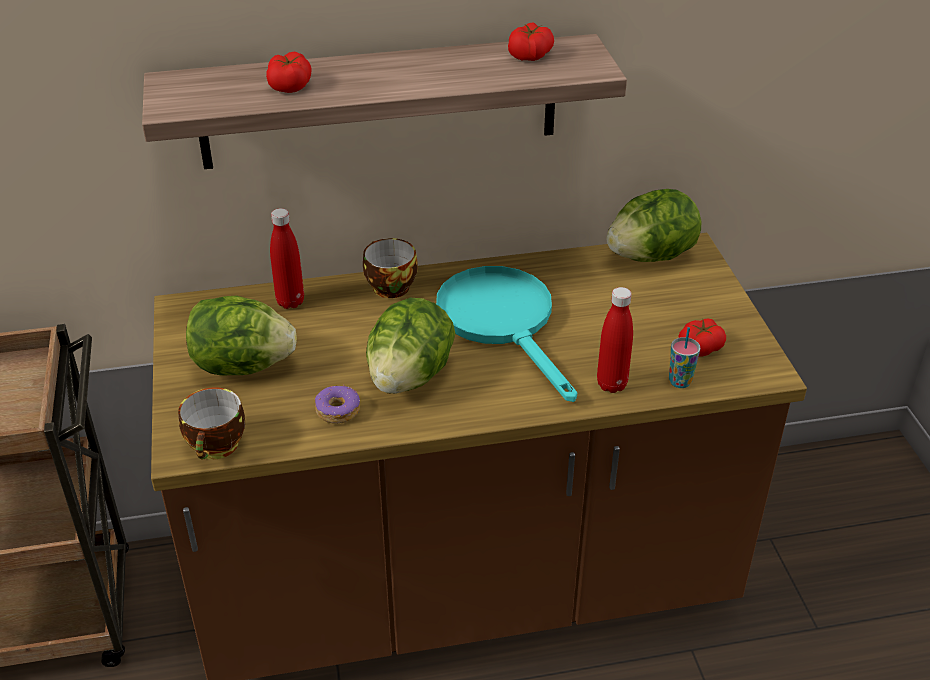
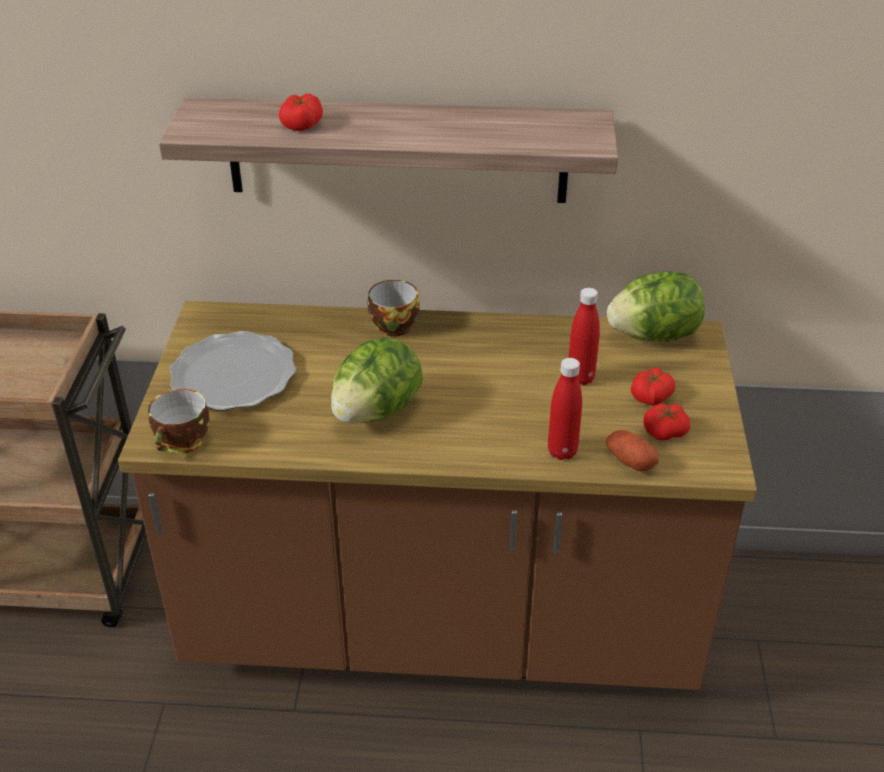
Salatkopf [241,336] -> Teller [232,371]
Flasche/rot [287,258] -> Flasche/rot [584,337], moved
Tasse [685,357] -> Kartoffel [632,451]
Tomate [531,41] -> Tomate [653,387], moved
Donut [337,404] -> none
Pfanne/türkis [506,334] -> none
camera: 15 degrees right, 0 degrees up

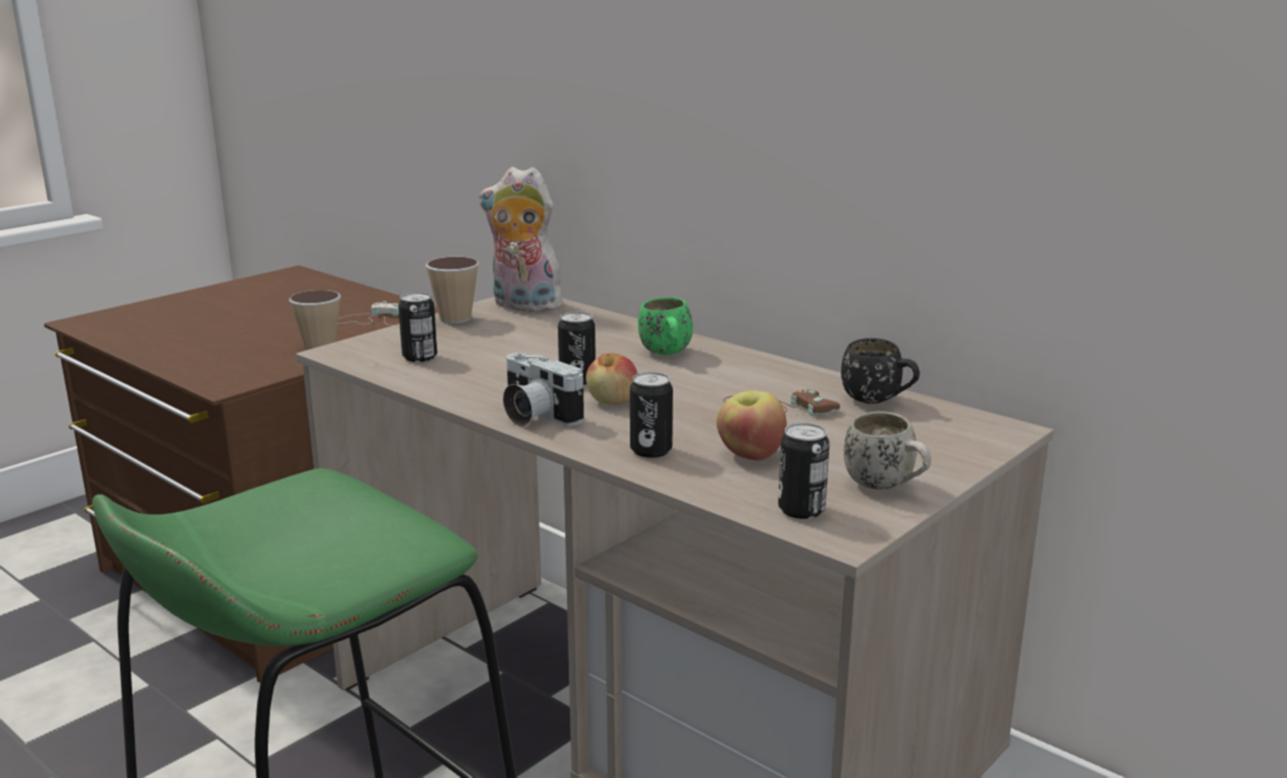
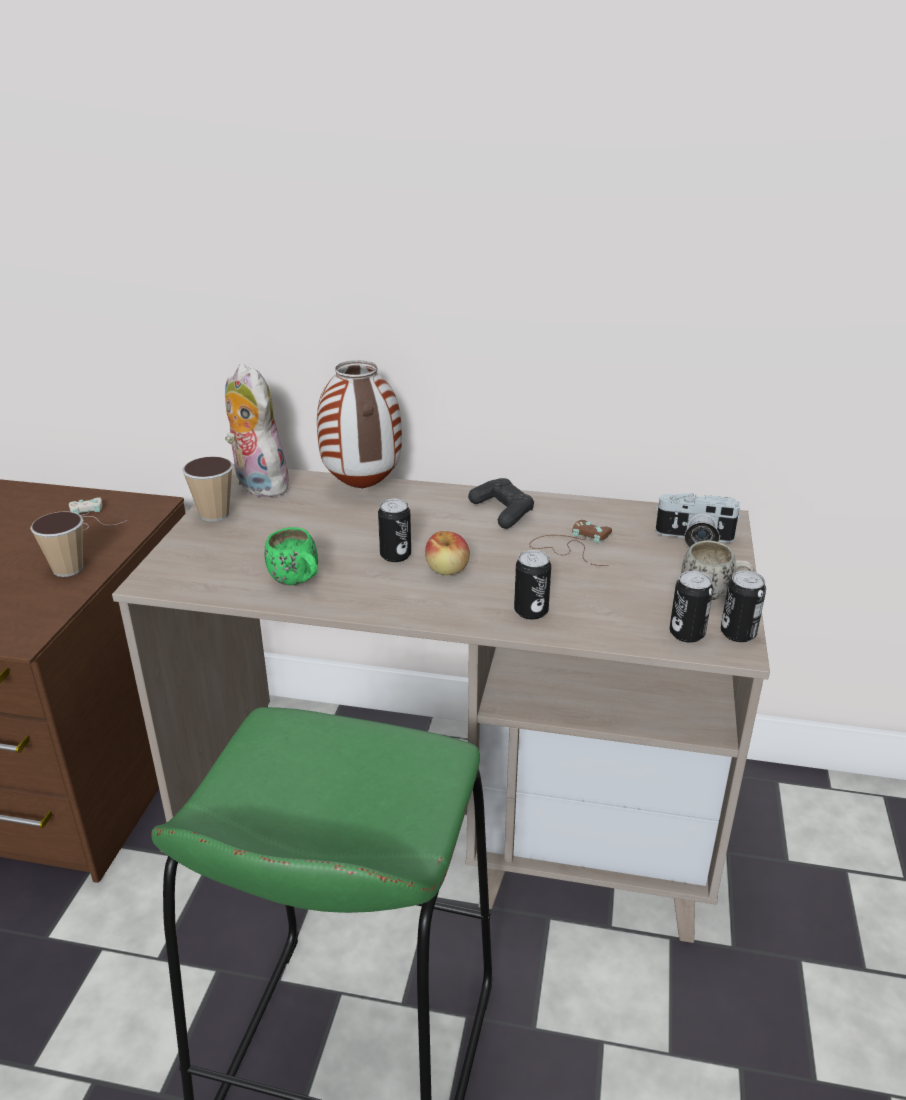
Plüschtier [523,239] -> Plüschtier [259,431], 60 degrees clockwise
Henkelbecher/grün [665,326] -> Henkelbecher/grün [291,556], moved
none -> Vase [359,424]
none -> Gamepad/schwarz [501,503]
Kamera [543,390] -> Kamera [698,520], moved
Dose [417,327] -> Dose [743,606], moved
Apfel [751,425] -> none
Henkelbecher/schwarz [880,371] -> none
camera: 30 degrees left, 10 degrees up

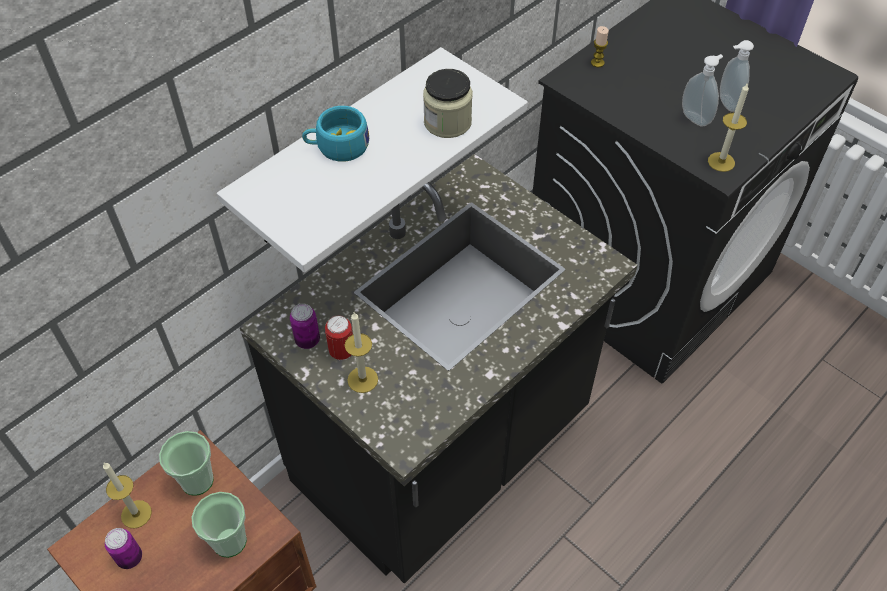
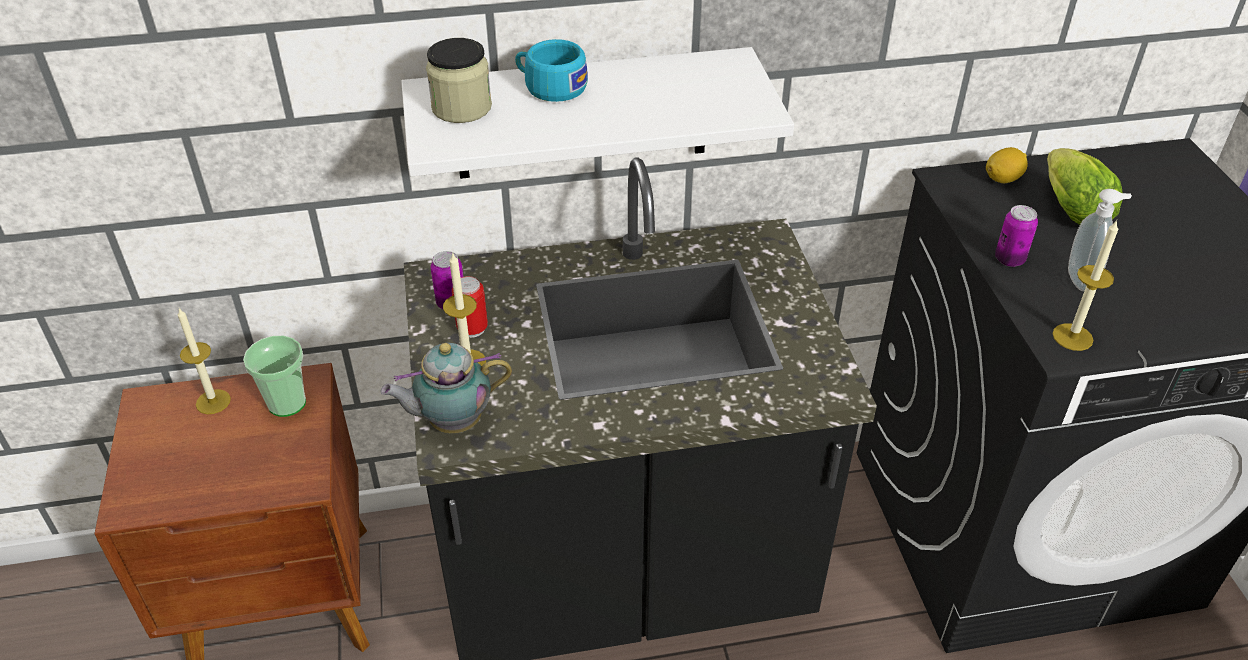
none -> Teekanne [446,388]
Vorratsglas [448,103] -> Vorratsglas [459,80], moved
Kerze [600,46] -> Zitrone [1007,165]
Dose [123,548] -> Dose [1016,236], moved
none -> Salatkopf [1085,186]
Tasse [219,525] -> none
Seifenspender [737,76] -> none
camera: 35 degrees right, 10 degrees down

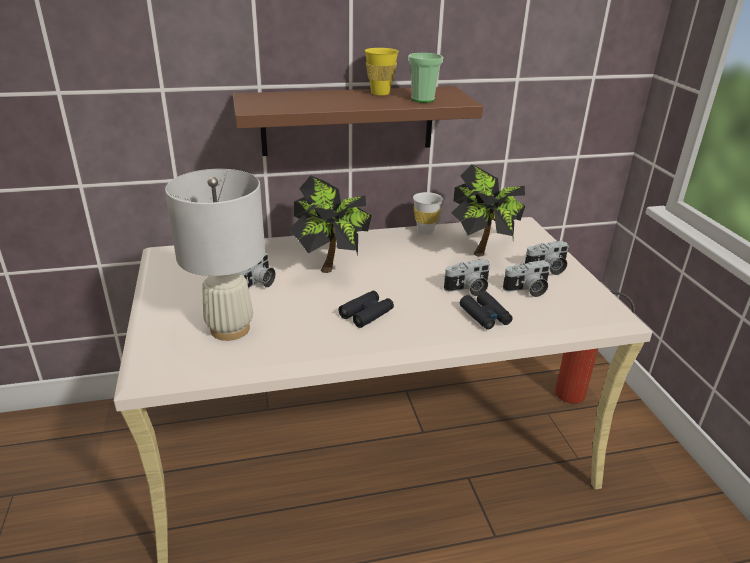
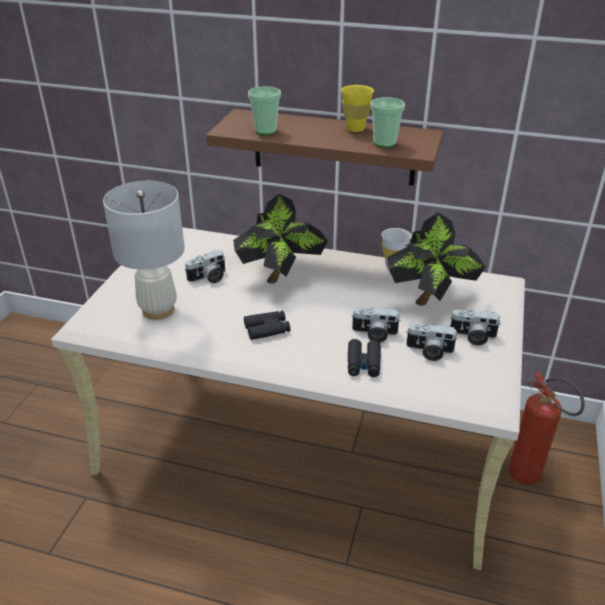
none -> Tasse [264,111]
camera: 30 degrees right, 5 degrees up

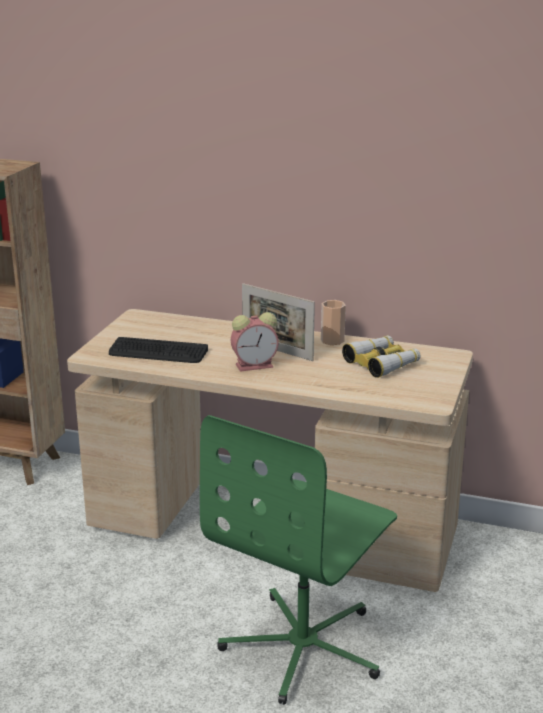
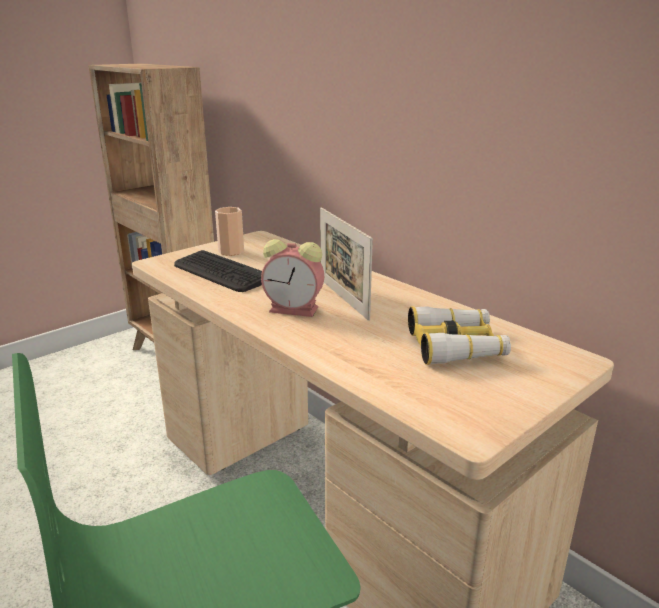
Tasse [333,322] -> Tasse [229,231], moved
camera: 30 degrees right, 0 degrees up

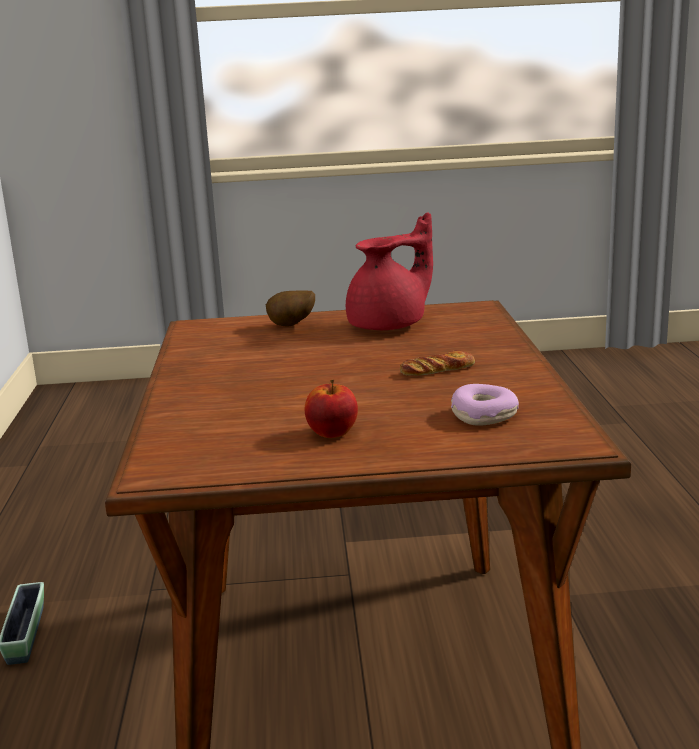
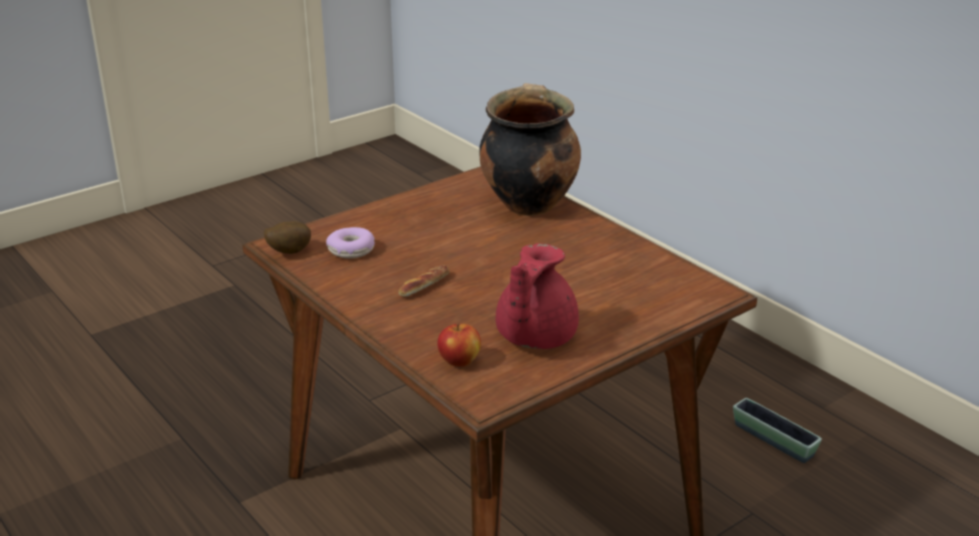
Kartoffel [290,309] -> Kartoffel [287,237], moved
Apfel [331,409] -> Apfel [459,345], moved
none -> Kochtopf [530,149]
camera: 145 degrees right, 10 degrees up

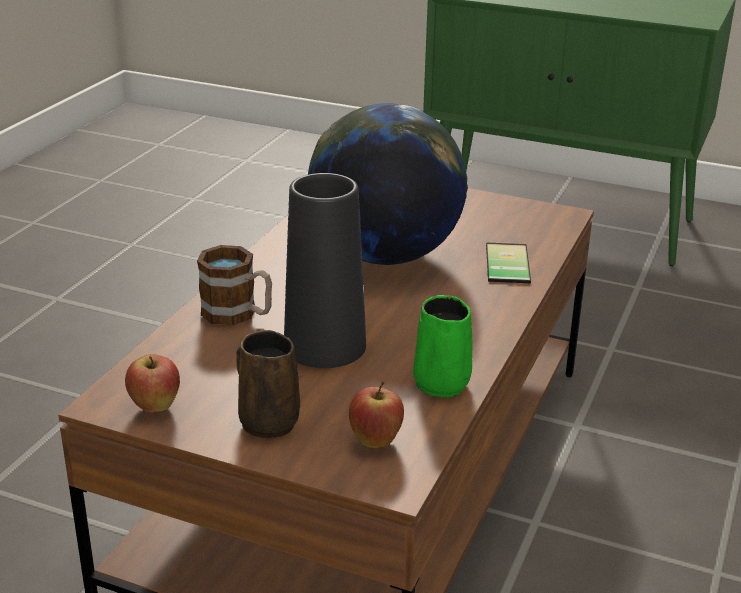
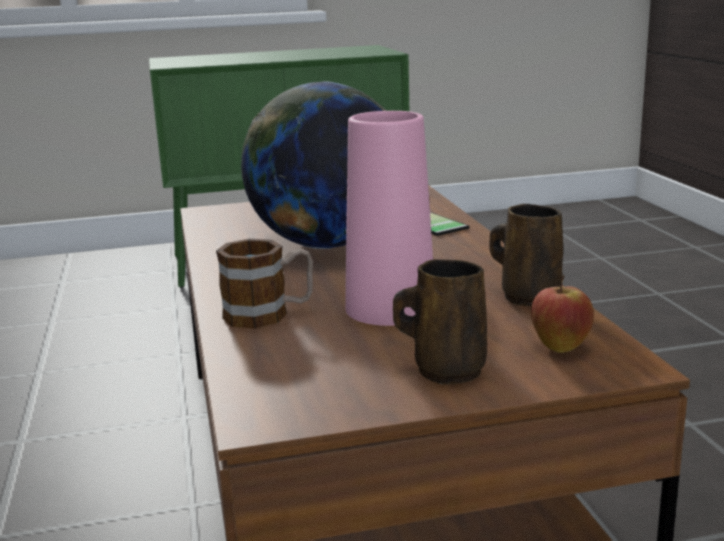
Vase/schwarz [325,270] -> Vase/rosa [389,218]
Henkelbecher/grün [442,346] -> Henkelbecher/braun [526,255]
Apfel [152,383] -> none
camera: 35 degrees left, 10 degrees down

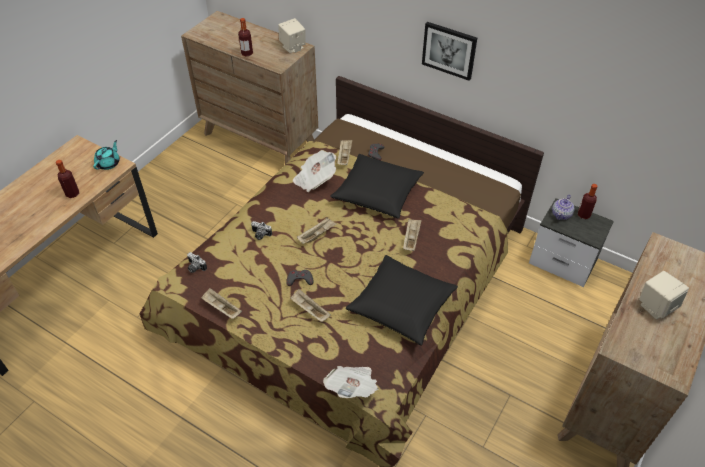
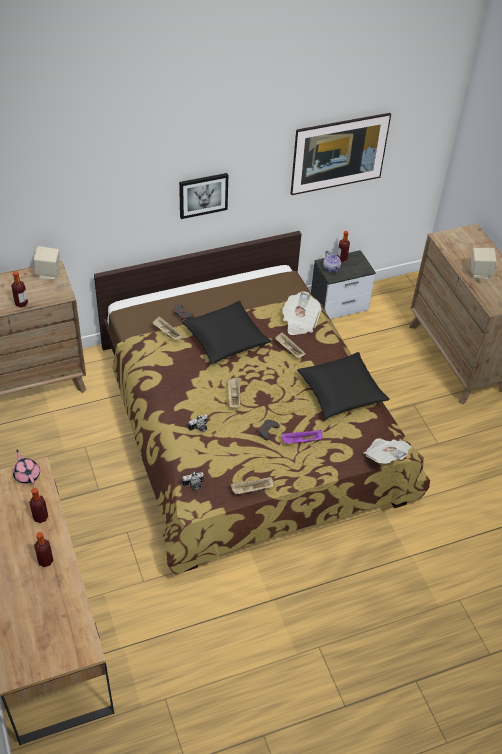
Teekanne/türkis [106,155] -> Teekanne/rosa [26,467]
none -> Flasche [44,549]
Tablett/beige [310,305] -> Tablett/lila [302,437]
Zeitung [315,171] -> Zeitung [302,313], moved
none -> Bild [341,154]
camera: 55 degrees left, 0 degrees up

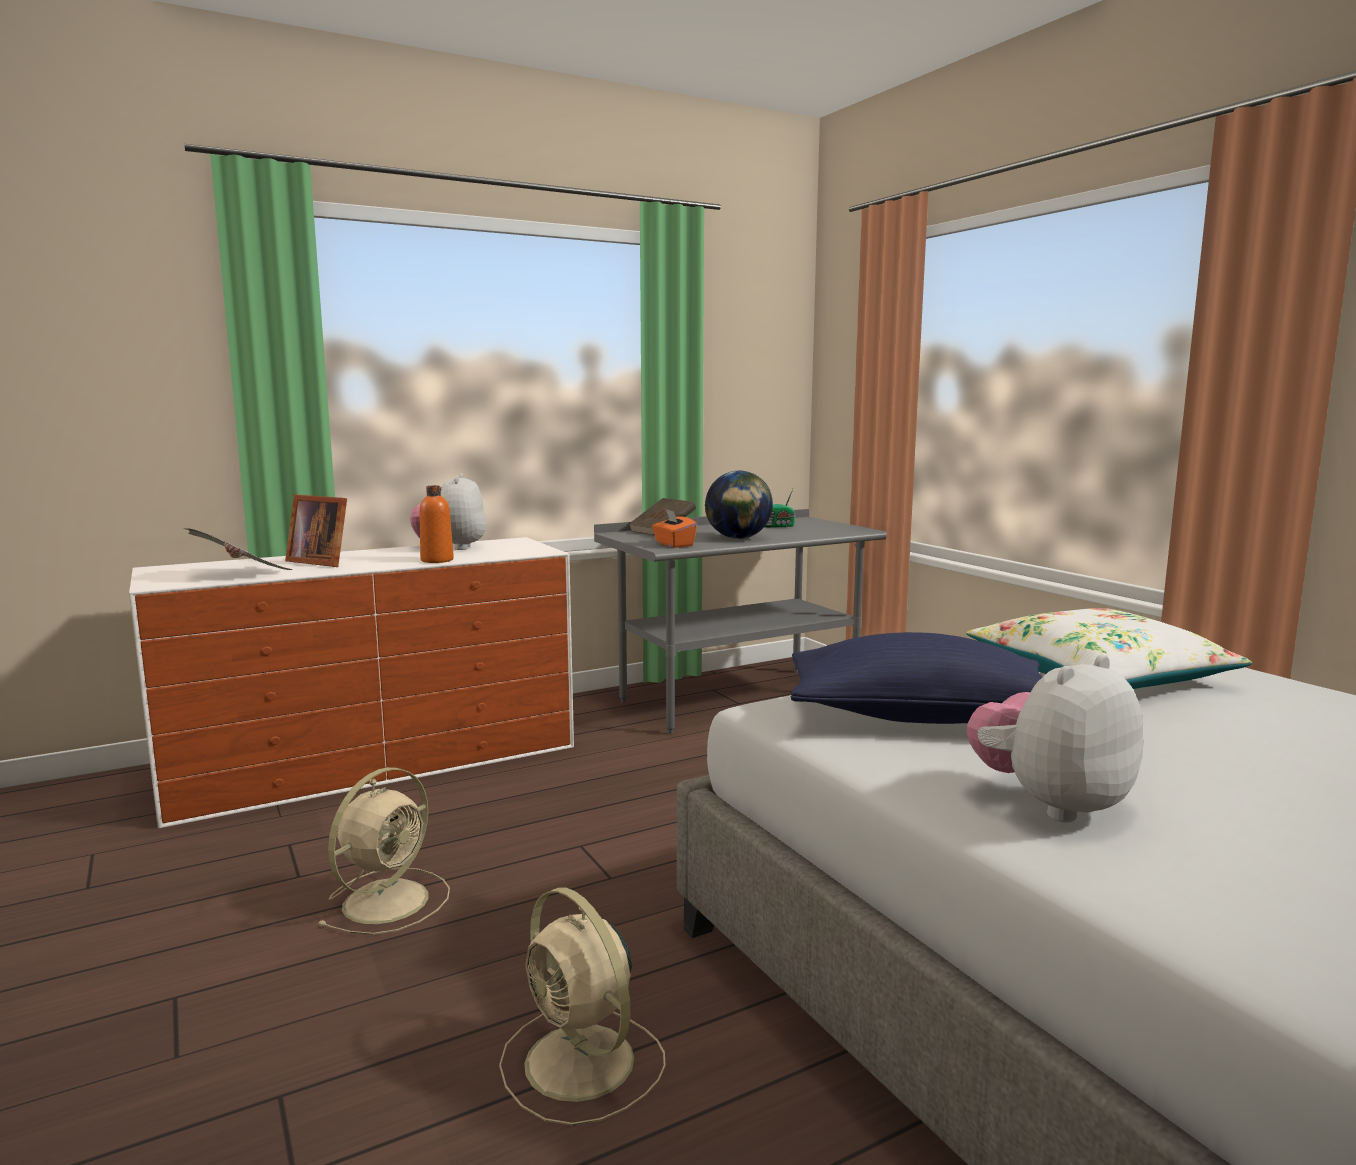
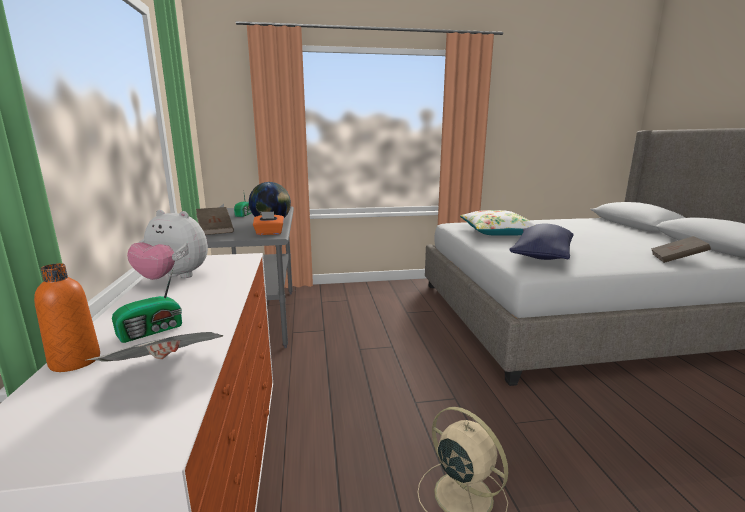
Flasche/orange [437,524] -> Flasche/orange [67,317], moved
Bilderrahmen [316,530] -> Radio [147,306]
none -> Buch/braun [681,249]
Ventilator/beige [582,1006] -> none
Plüschtier [1055,738] -> none
camera: 70 degrees left, 5 degrees up

